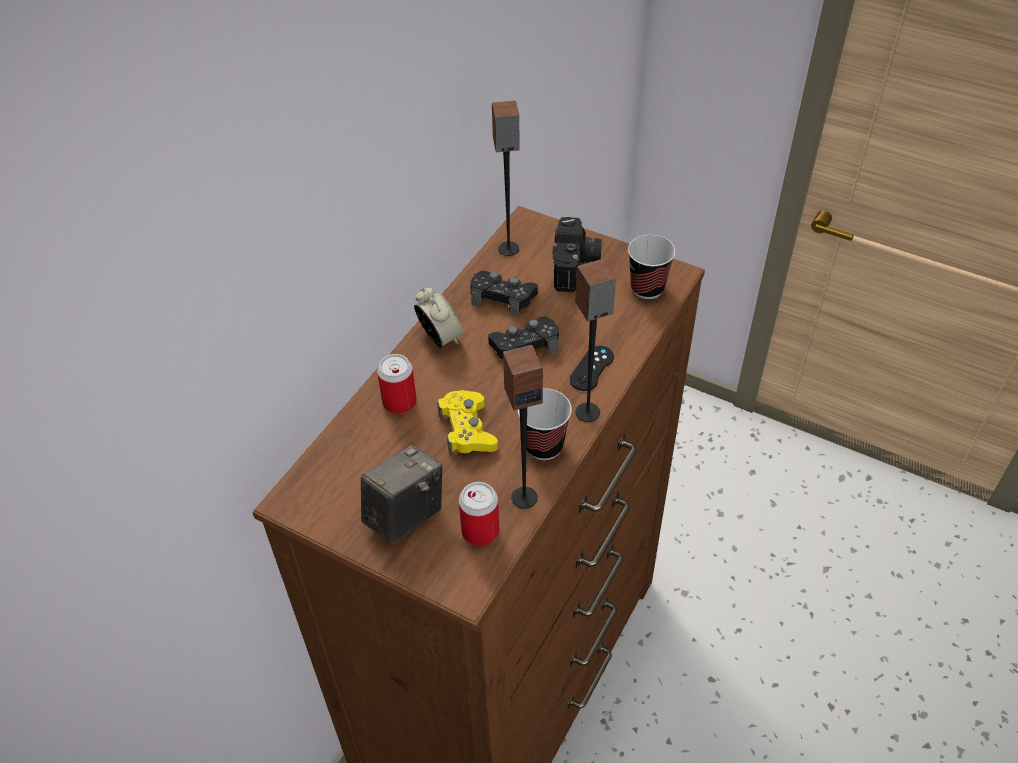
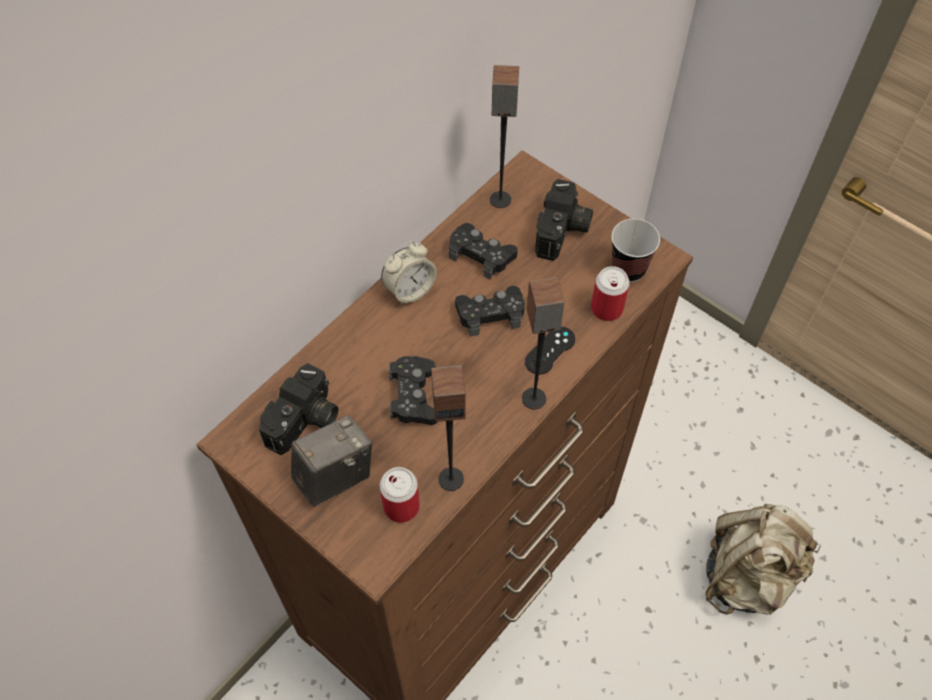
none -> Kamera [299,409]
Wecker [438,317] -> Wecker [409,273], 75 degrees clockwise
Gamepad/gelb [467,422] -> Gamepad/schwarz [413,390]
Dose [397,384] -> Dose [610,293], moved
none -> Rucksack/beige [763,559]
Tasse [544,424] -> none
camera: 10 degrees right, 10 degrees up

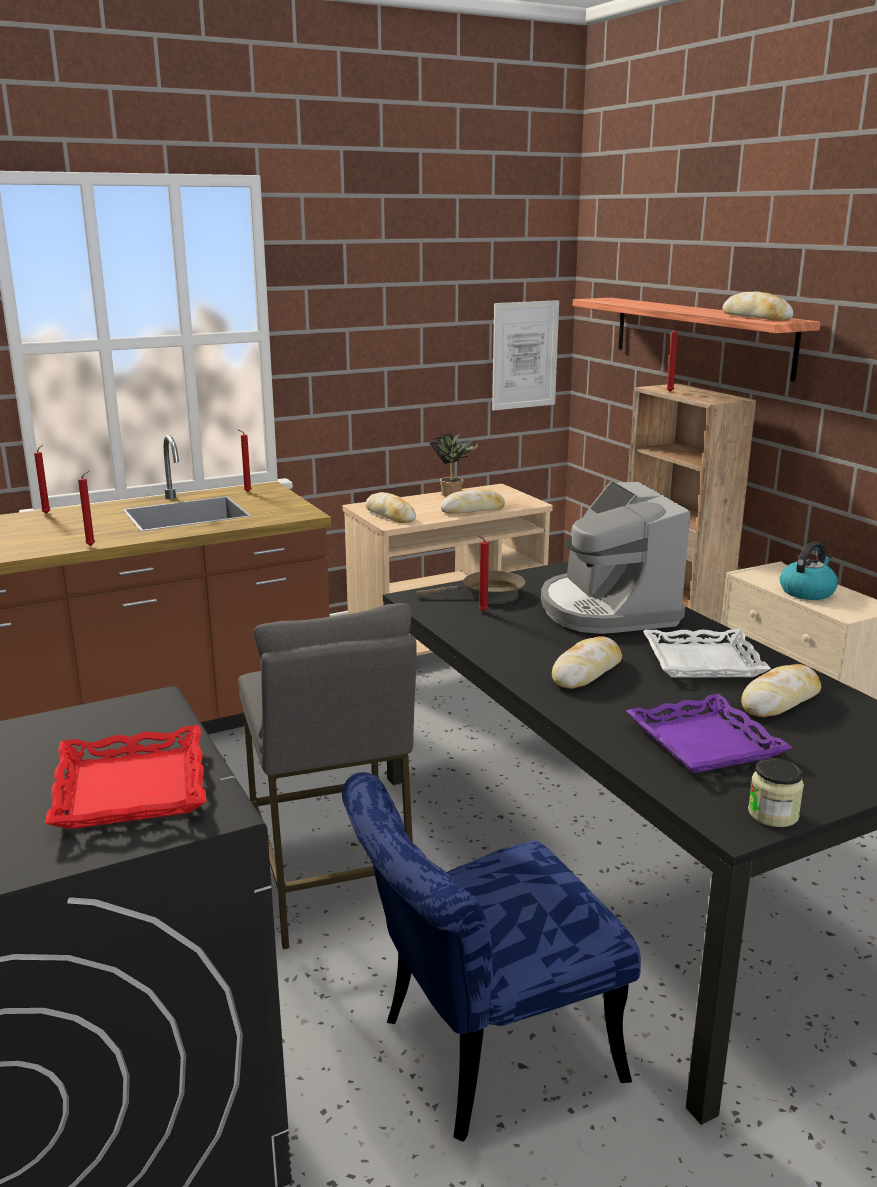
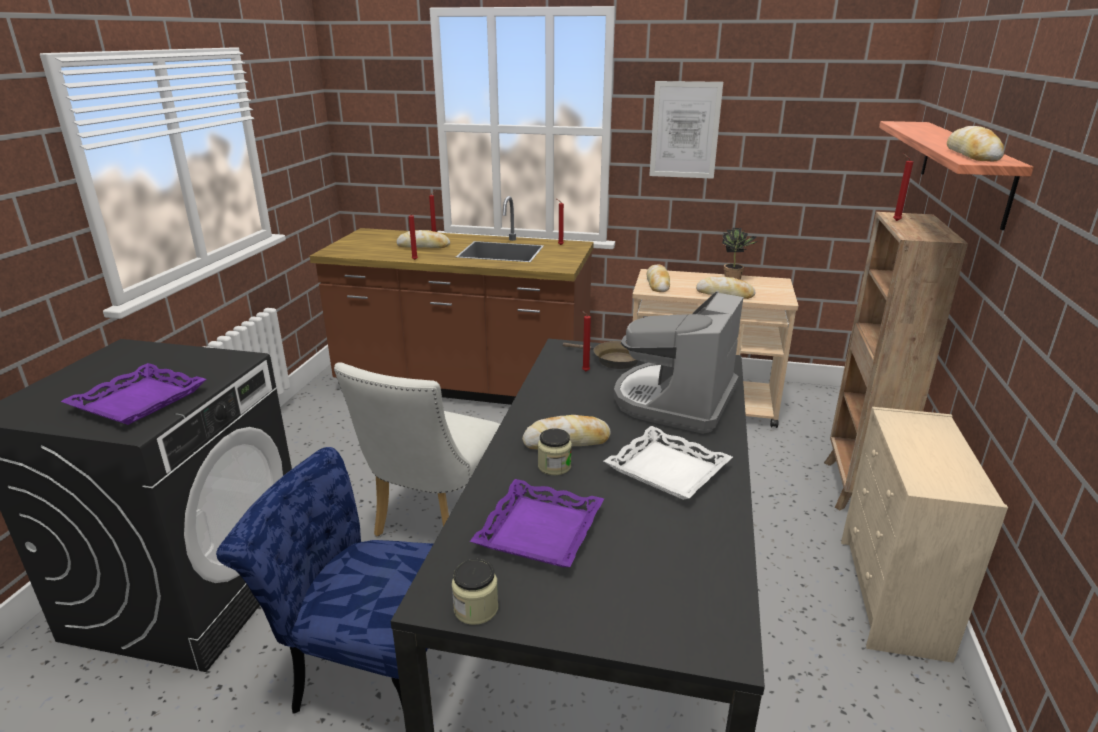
Tablett/rot [125,777] -> Tablett/lila [133,394]
Hocker/grau [327,776] -> Stuhl/weiß [417,449]
Brot [781,690] -> Brot [423,239], moved
none -> Vorratsglas [555,451]
Bild [525,355] -> Bild [686,130], moved
Wasserkessel [809,571] -> none
camera: 40 degrees right, 5 degrees up

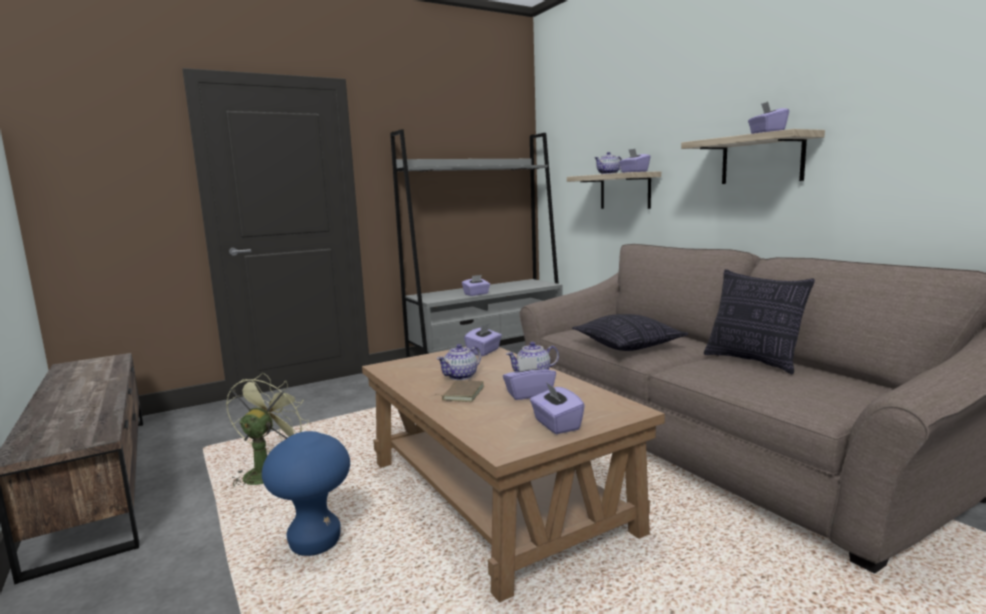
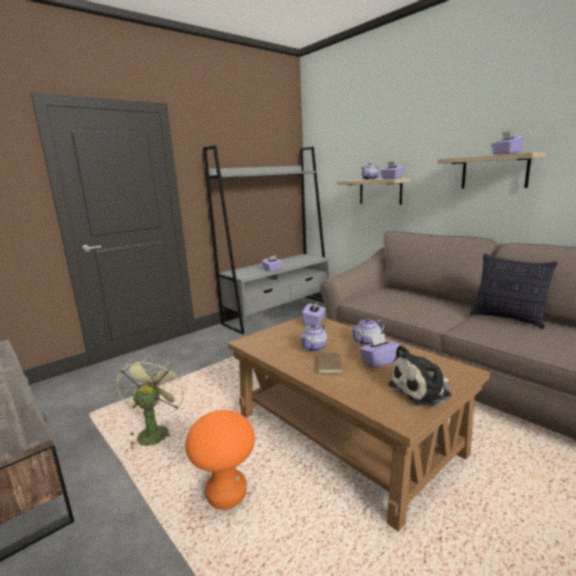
Hocker/blau [306,493] -> Hocker/orange [220,460]
Taschentuchbox/lila [557,408] -> Plüschtier [419,376]
Kissen [630,332] -> none
camera: 10 degrees left, 5 degrees up

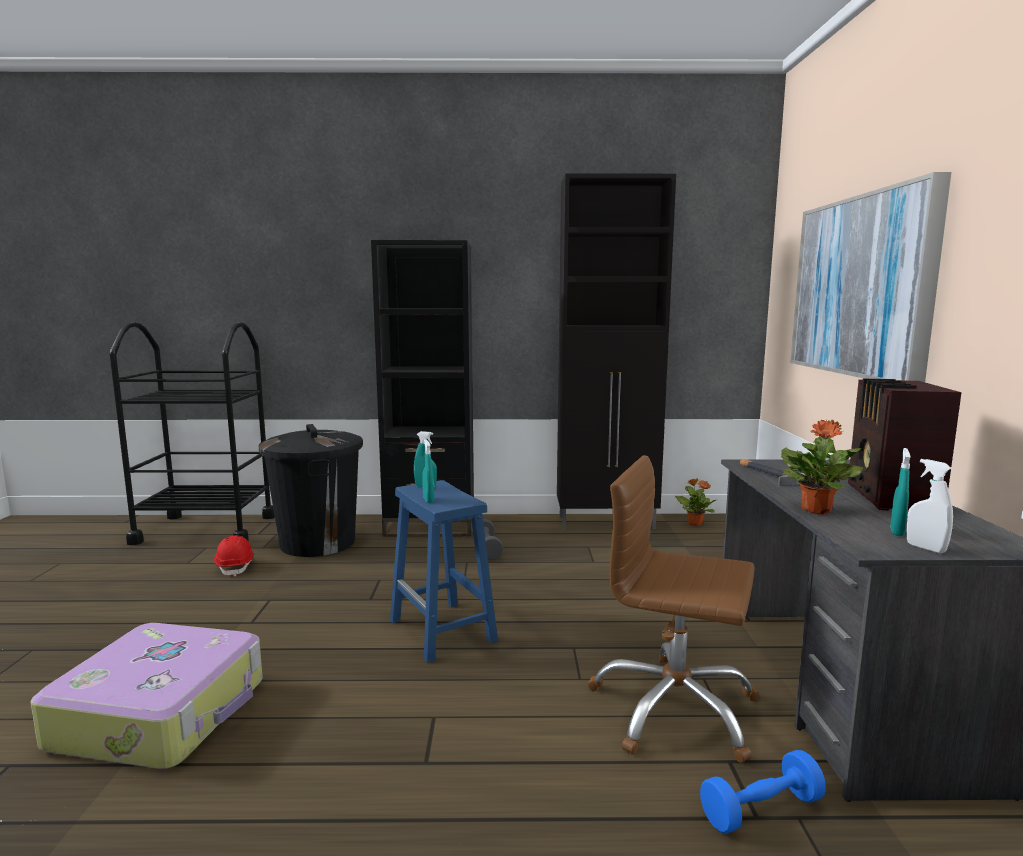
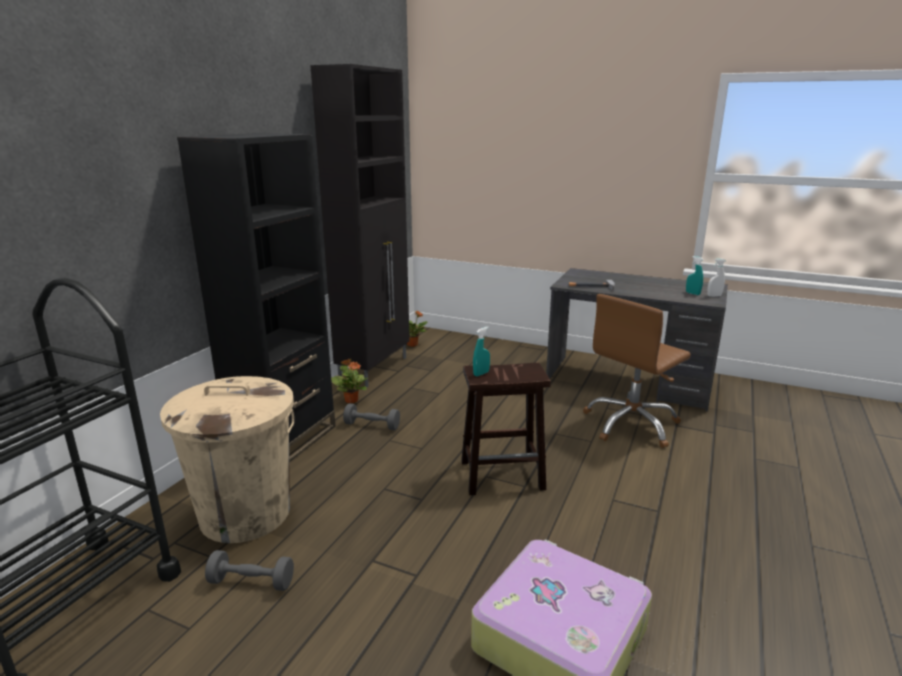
Mülleimer/schwarz [311,490] -> Mülleimer/beige [227,459]
Schutzhelm/rot [234,556] -> Hantel/grau [249,570]
Topfpflanze [822,467] -> Topfpflanze [349,381], moved
Hocker/blau [444,571] -> Hocker/braun [506,428]
Sprühflasche/türkis [428,471] -> none
Hantel/blau [763,792] -> none
Bild [870,277] -> none
Radio [904,444] -> none
camera: 65 degrees left, 10 degrees up

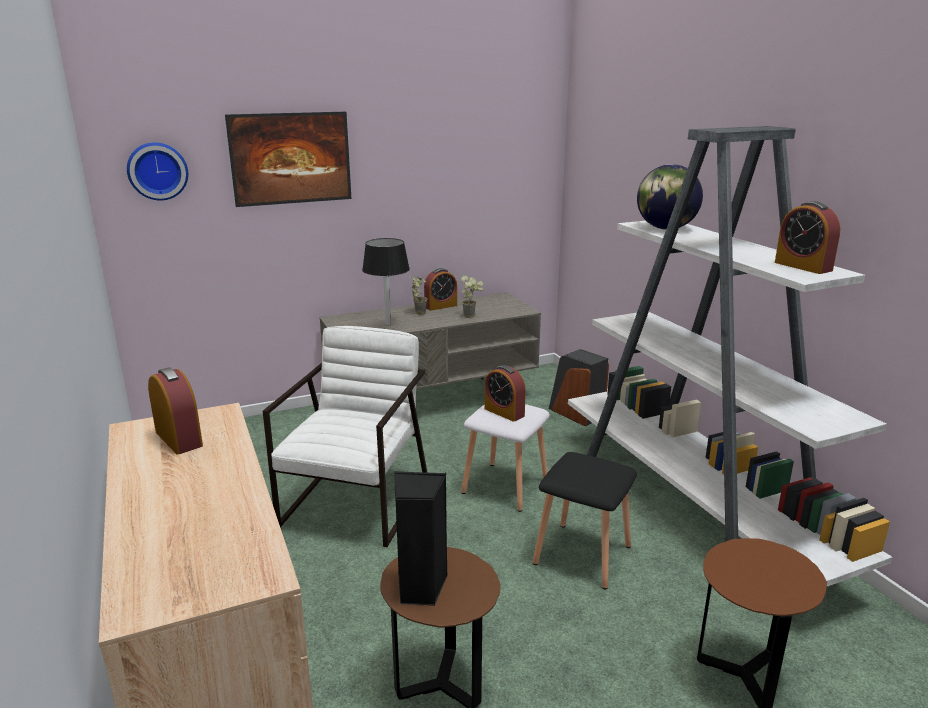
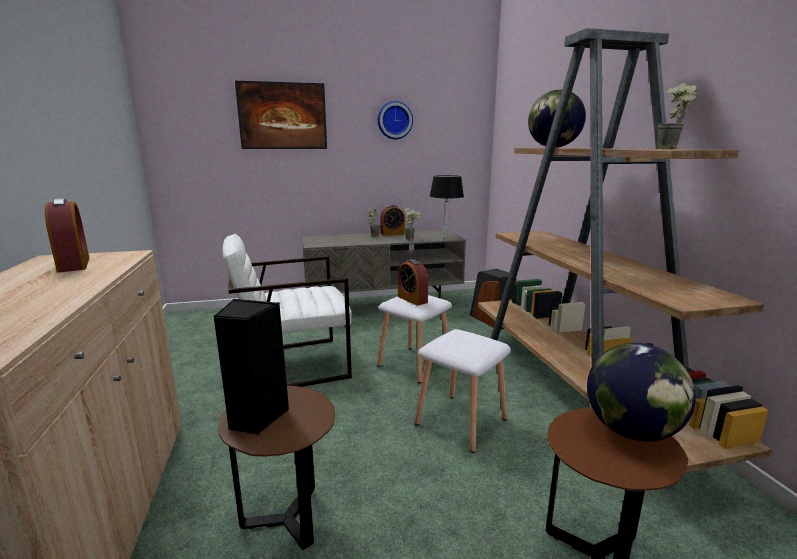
Sessel/weiß [345,436] -> Sessel/weiß [287,310], 135 degrees counterclockwise
Wanduhr [157,171] -> Wanduhr [395,120], moved
Hocker/schwarz [585,520] -> Hocker/weiß [463,391]
Tischlampe/schwarz [386,281] -> Tischlampe/schwarz [447,206], moved
Bücherregal/weiß [730,356] -> Bücherregal/braun [625,250]
none -> Globus [641,392]
Wecker [807,237] -> Topfpflanze [678,116]
camera: 10 degrees right, 5 degrees down

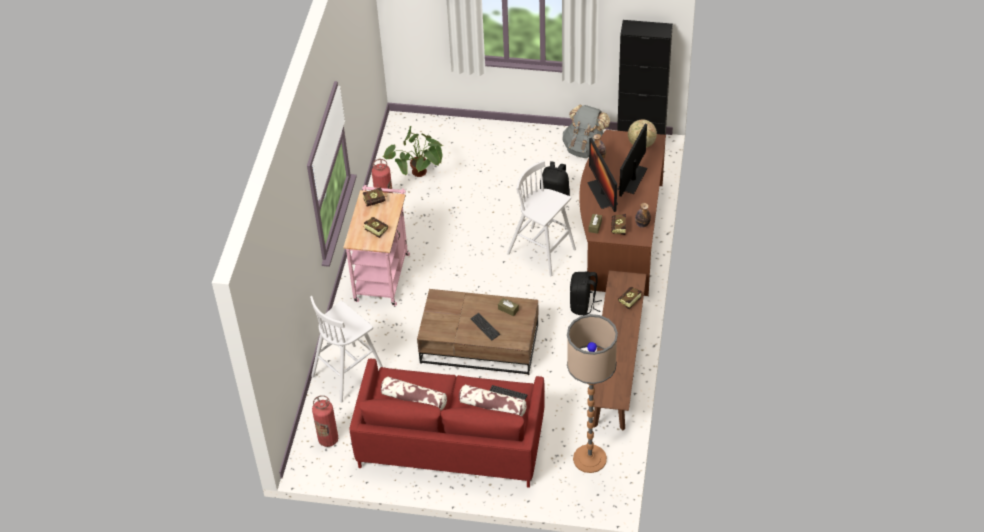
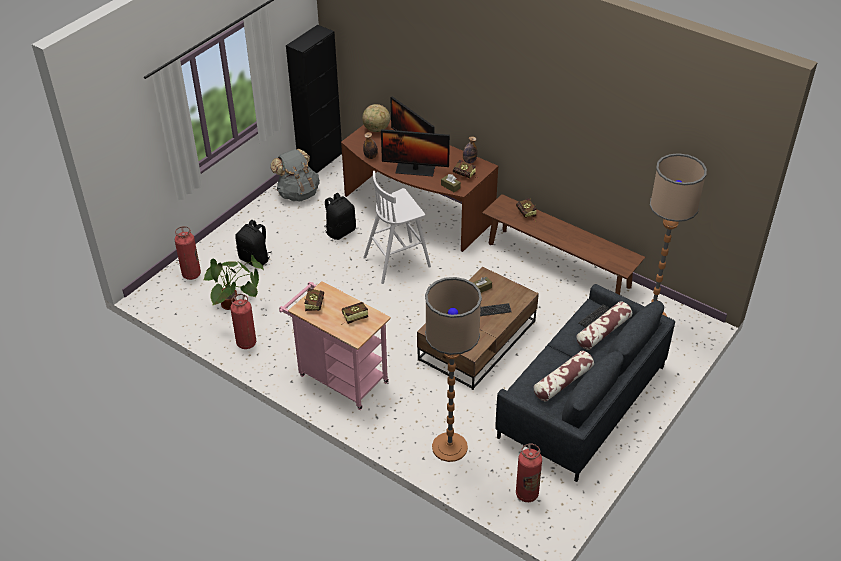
none -> Feuerlöscher [188,253]
Rucksack/schwarz [586,293] -> Rucksack/schwarz [253,243], moved
Hocker/weiß [346,349] -> Stehlampe [453,369]
Sofa/rot [447,423] -> Sofa/grau [585,383]
camera: 65 degrees left, 5 degrees down

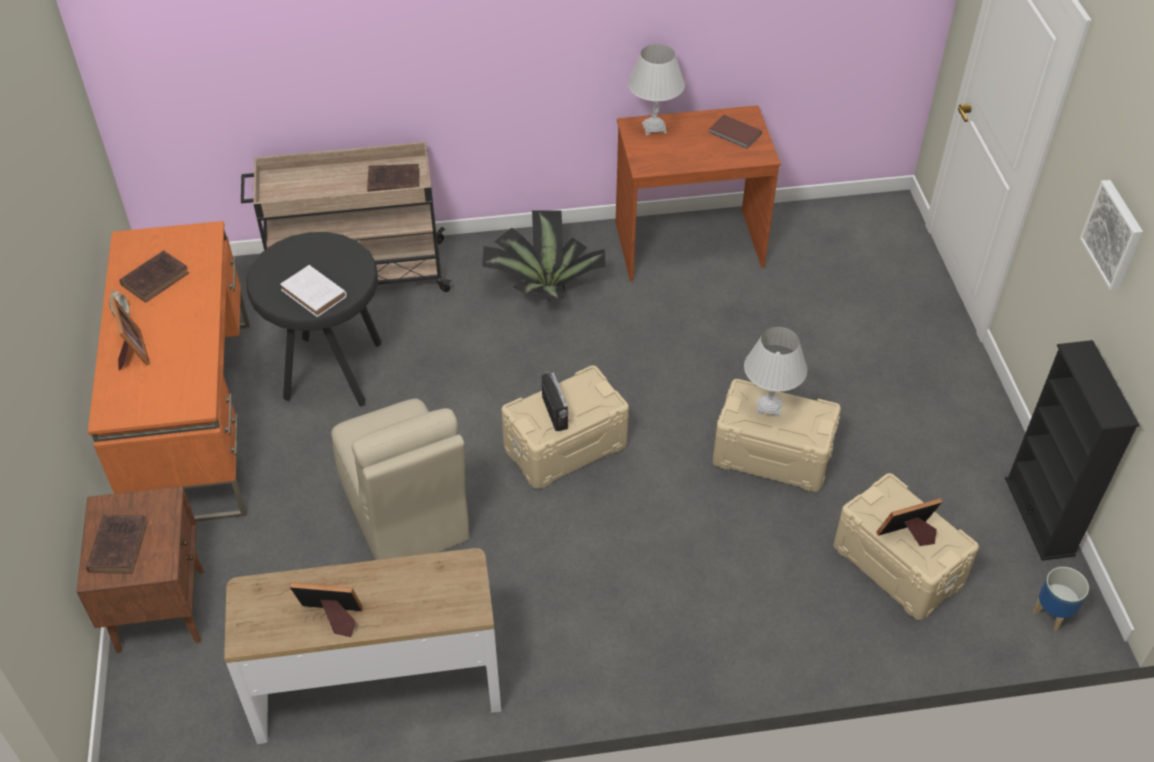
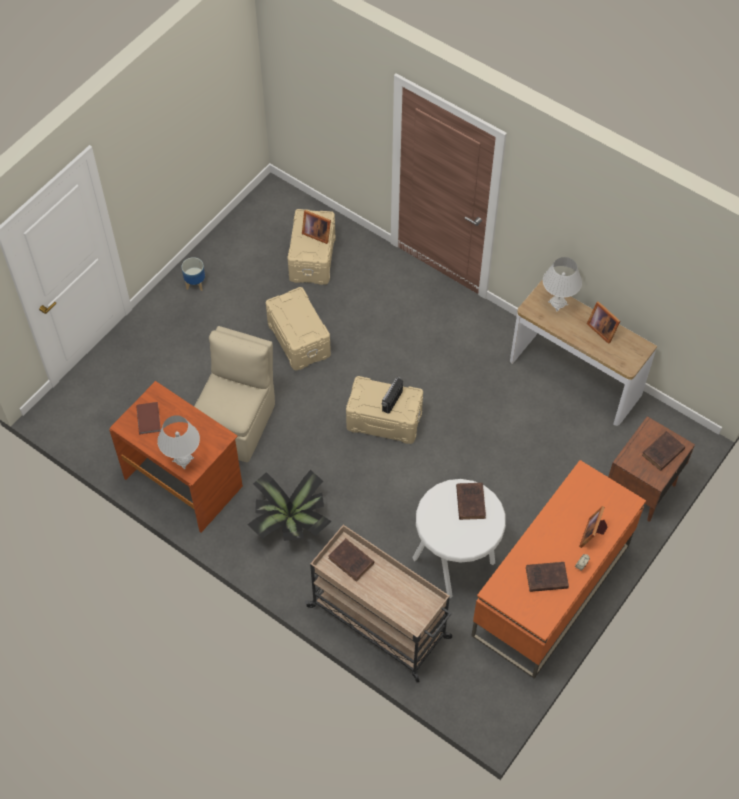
Pflanzkübel [1061,599] -> Pflanzkübel [193,274], moved
Stuhl/beige [400,479] -> Stuhl/beige [234,394], moved
Hocker/schwarz [314,319] -> Hocker/weiß [459,538]
Buch/weiß [313,291] -> Buch/braun [471,501]
Tischlampe/weiß [776,372] -> Tischlampe/weiß [562,284], moved
Bücherregal/schwarz [1072,450] -> none
Bild [1111,235] -> none
camera: 135 degrees left, 10 degrees up

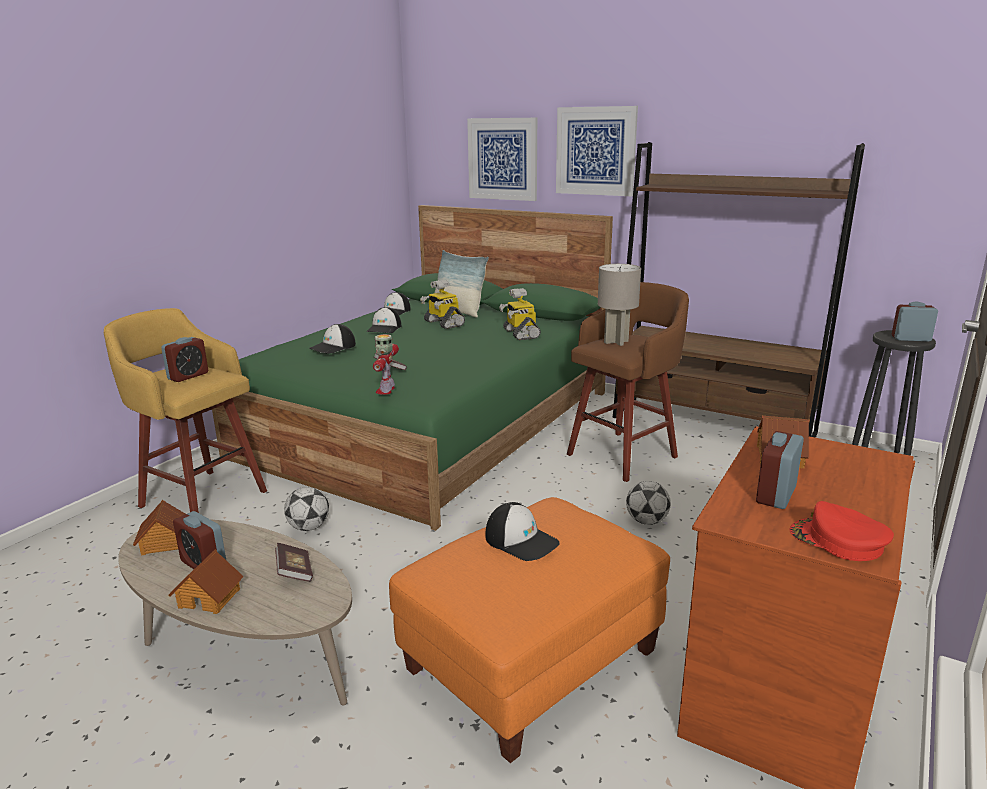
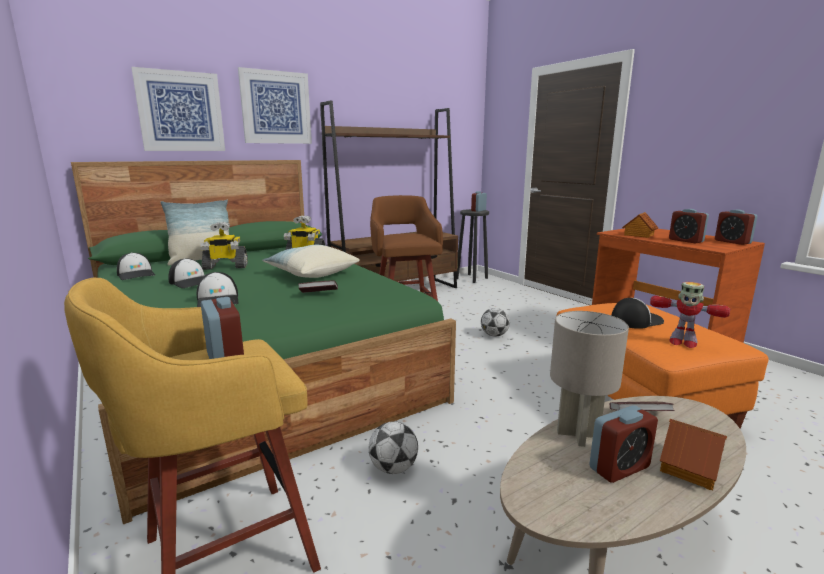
none -> Kissen [311,261]
Tischlampe/grau [619,305] -> Tischlampe/grau [589,379], moved
Spielzeugroboter [386,364] -> Spielzeugroboter [690,315], moved
Kappe/rot [842,531] -> Wecker [736,227]
Spielzeughaus [159,527] -> none
camera: 65 degrees left, 5 degrees down

